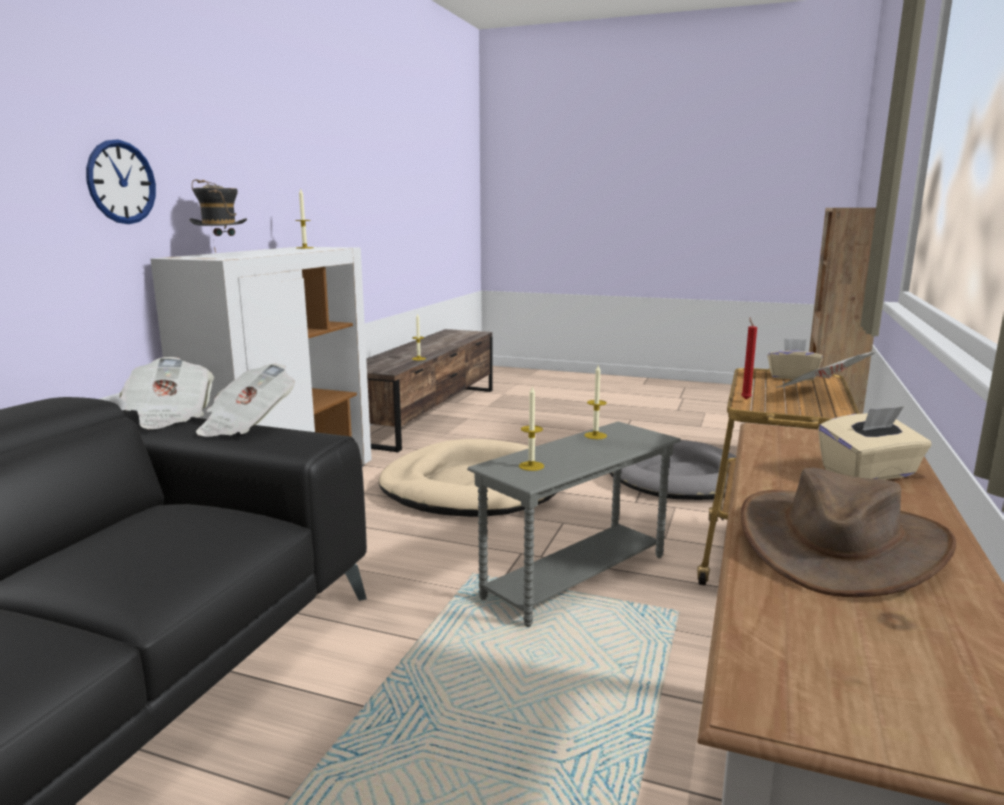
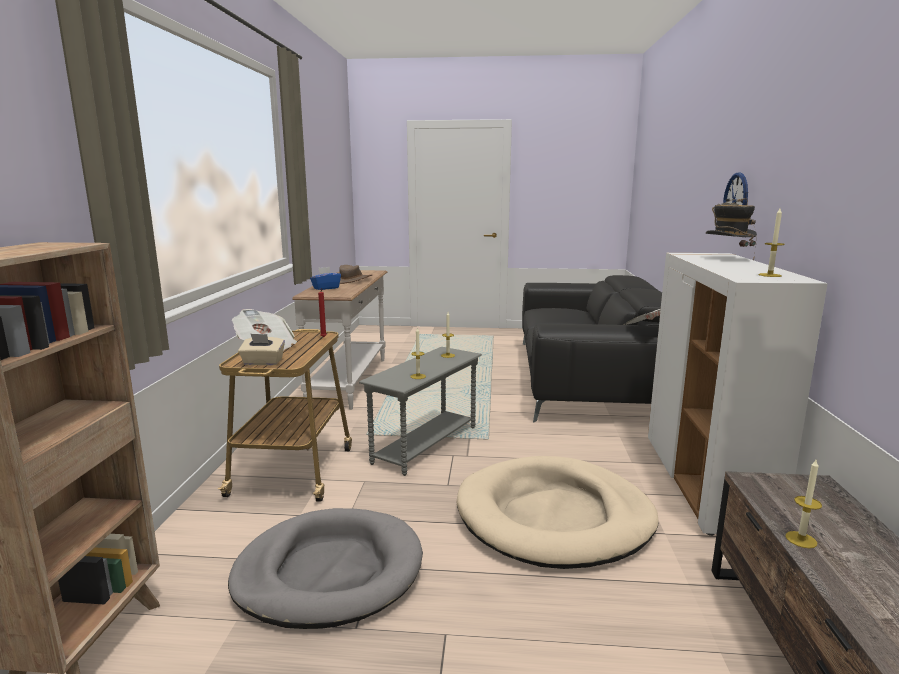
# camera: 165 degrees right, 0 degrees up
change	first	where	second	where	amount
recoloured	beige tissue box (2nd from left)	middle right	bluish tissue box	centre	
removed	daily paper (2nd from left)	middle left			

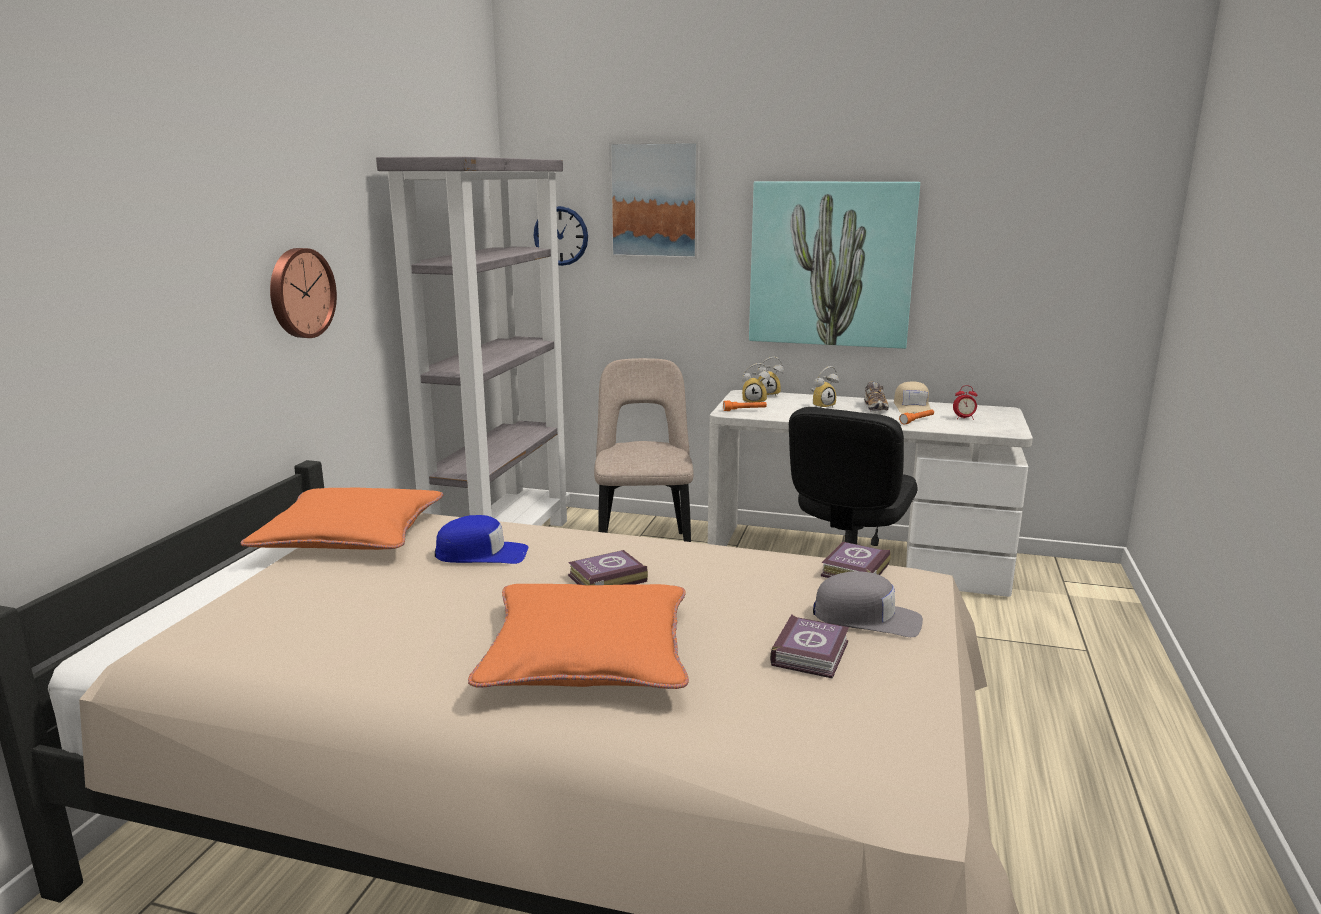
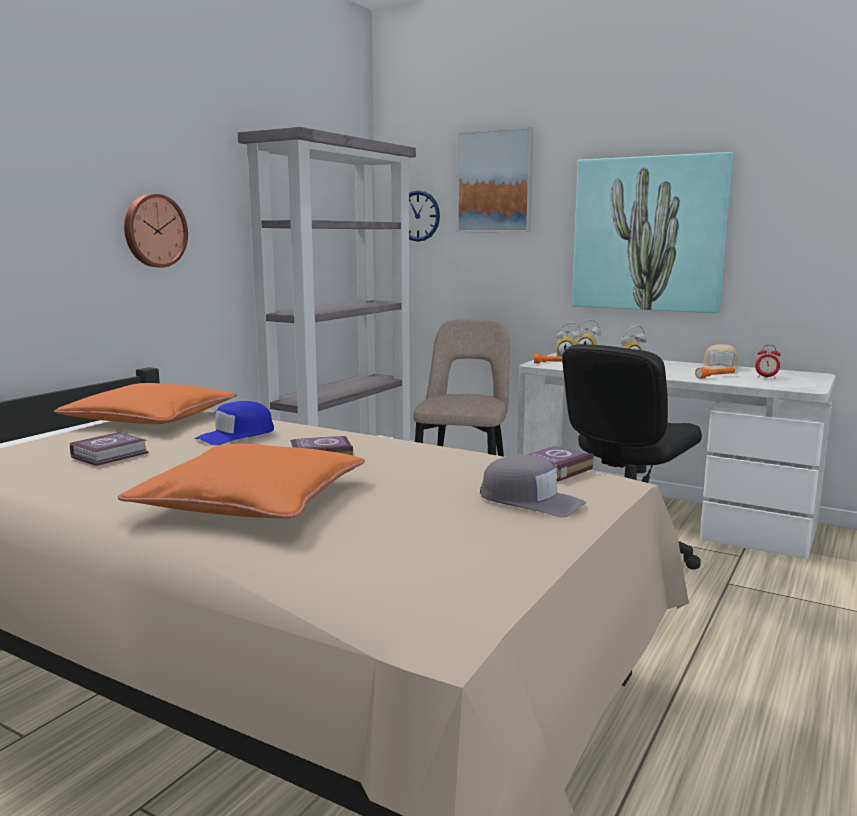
# camera: 15 degrees right, 5 degrees down
change	first	where	second	where	amount
moved	bound book (2nd from left in the first image)	bottom centre	bound book (1st from left)	middle left	
turned	bluish baseball cap	centre		middle left	120 degrees clockwise
removed	low shoe	centre			

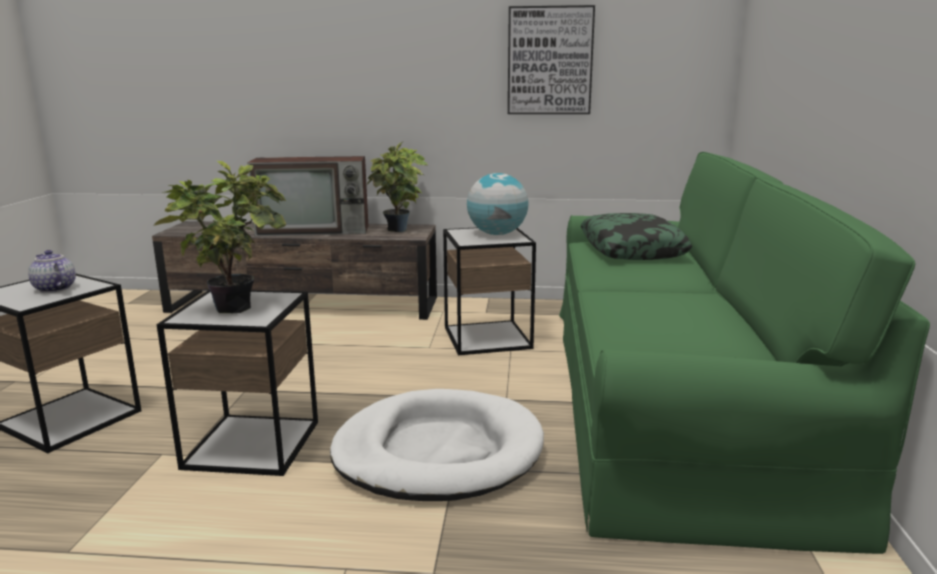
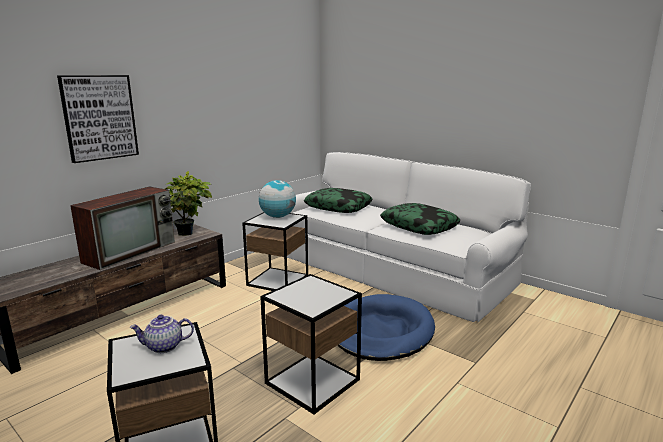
# camera: 55 degrees left, 0 degrees up
change	first	where	second	where	amount
moved	wall picture	top centre		top left	
recoloured	greenish settee	middle right	white settee	centre	
recoloured	white dog cushion	bottom centre	bluish dog cushion	bottom centre	
added			throw pillow (2nd from left)	centre	
removed	potted plant (1st from left)	middle left			

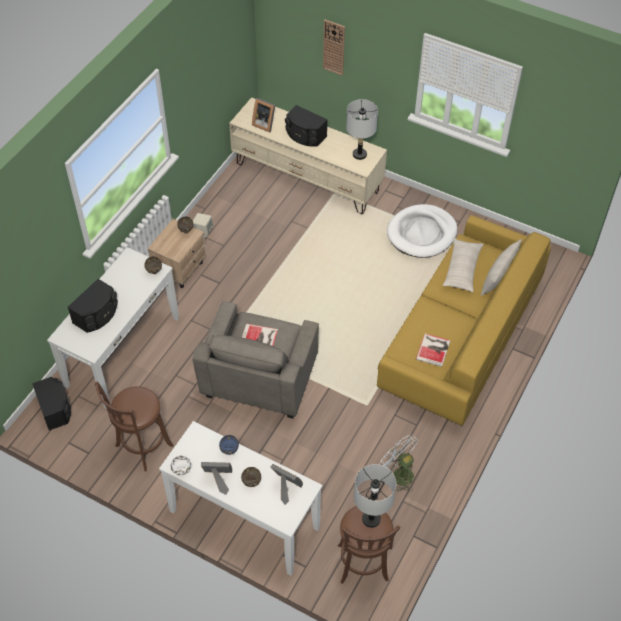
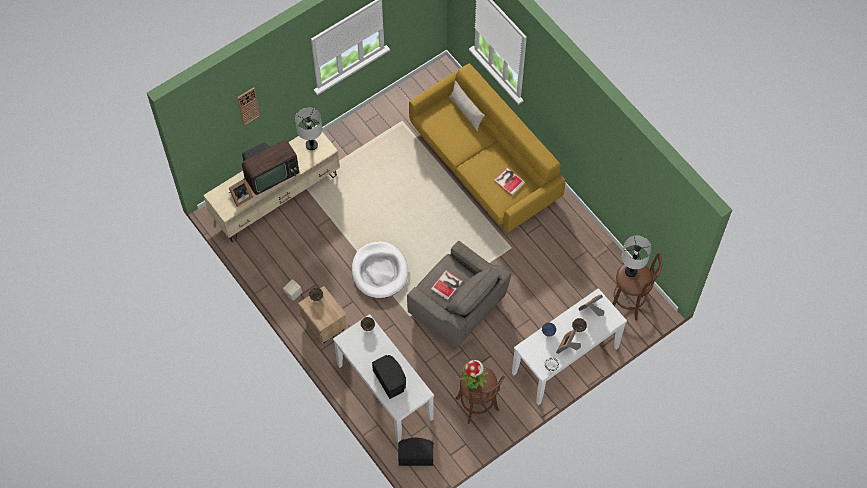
# camera: 65 degrees left, 10 degrees up
change	first	where	second	where	amount
replaced	blackish audio speaker (3rd from left)	top centre	television	middle left	
moved	white dog cushion	middle right		centre	
added			potted plant	bottom centre	
removed	white electric fan	bottom centre			
removed	beige throw pillow (1st from left)	middle right			

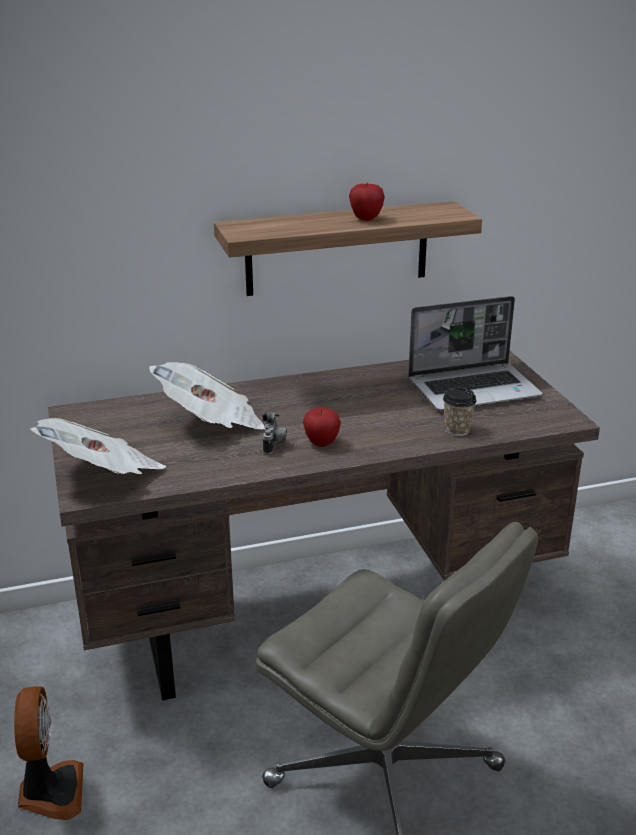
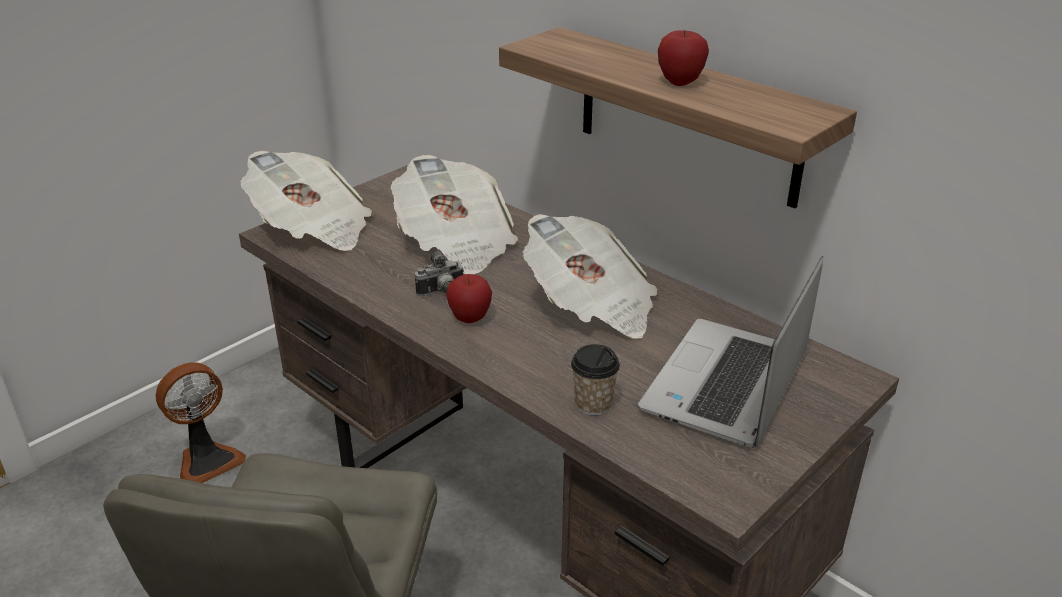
# camera: 60 degrees right, 5 degrees up
change	first	where	second	where	amount
added			daily paper (3rd from left)	centre	
turned	laptop	middle right		middle right	75 degrees clockwise

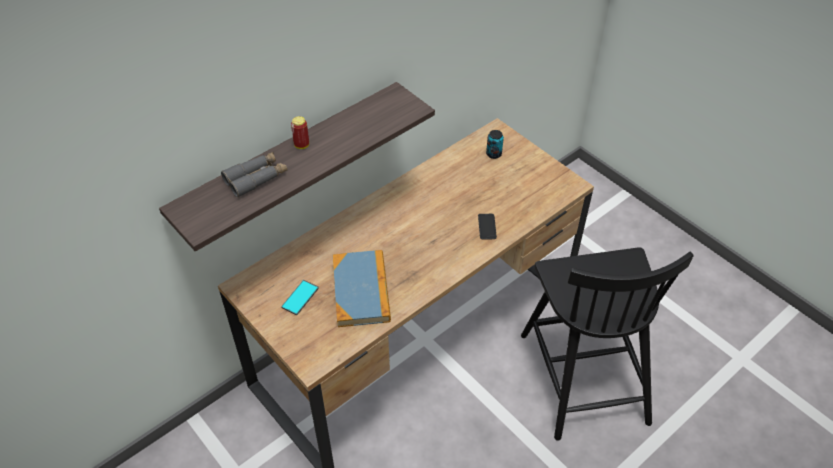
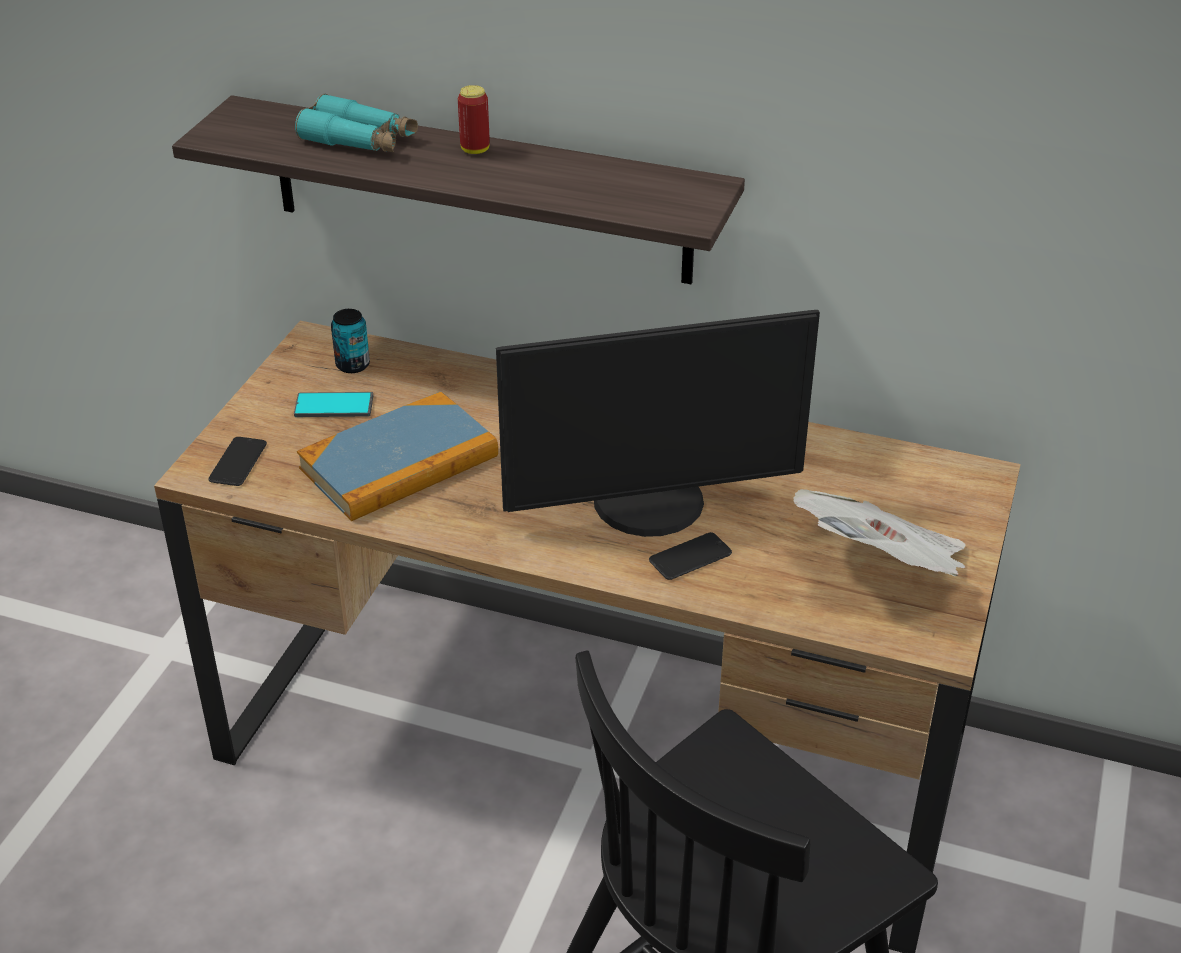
# camera: 60 degrees right, 10 degrees down
change	first	where	second	where	amount
added			telephone (1st from left)	middle left	
recoloured	gray field glasses	middle left	turquoise field glasses	top left	
moved	sealed can (2nd from left in the first image)	top centre	sealed can (1st from left)	middle left	
added			monitor	centre	
added			daily paper	middle right	

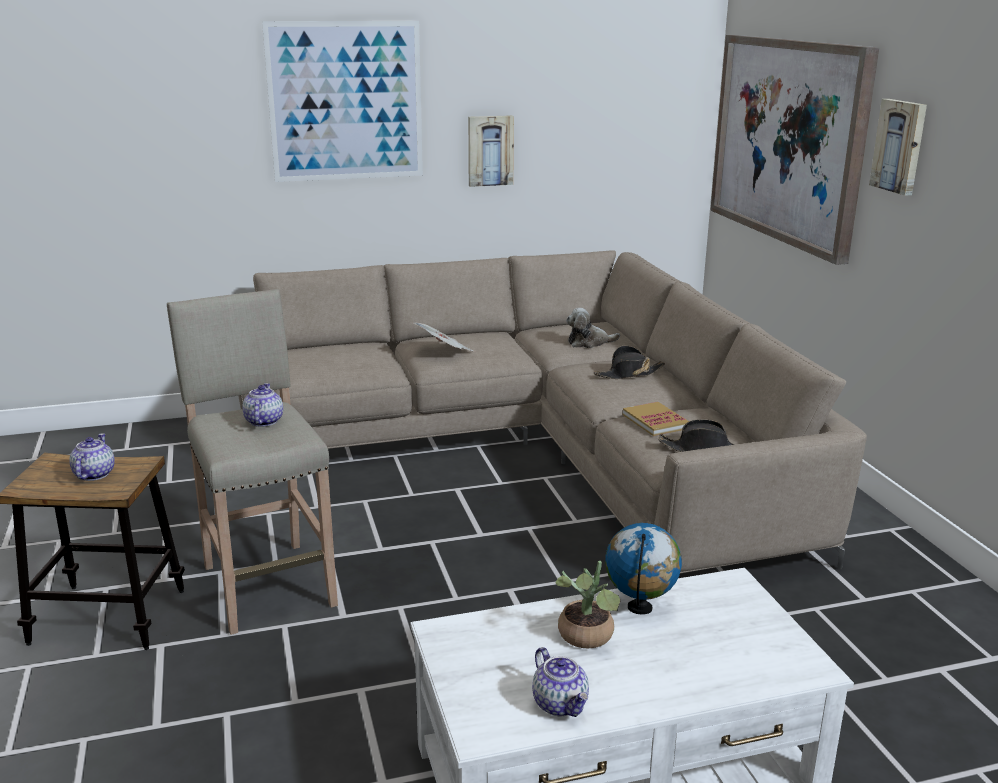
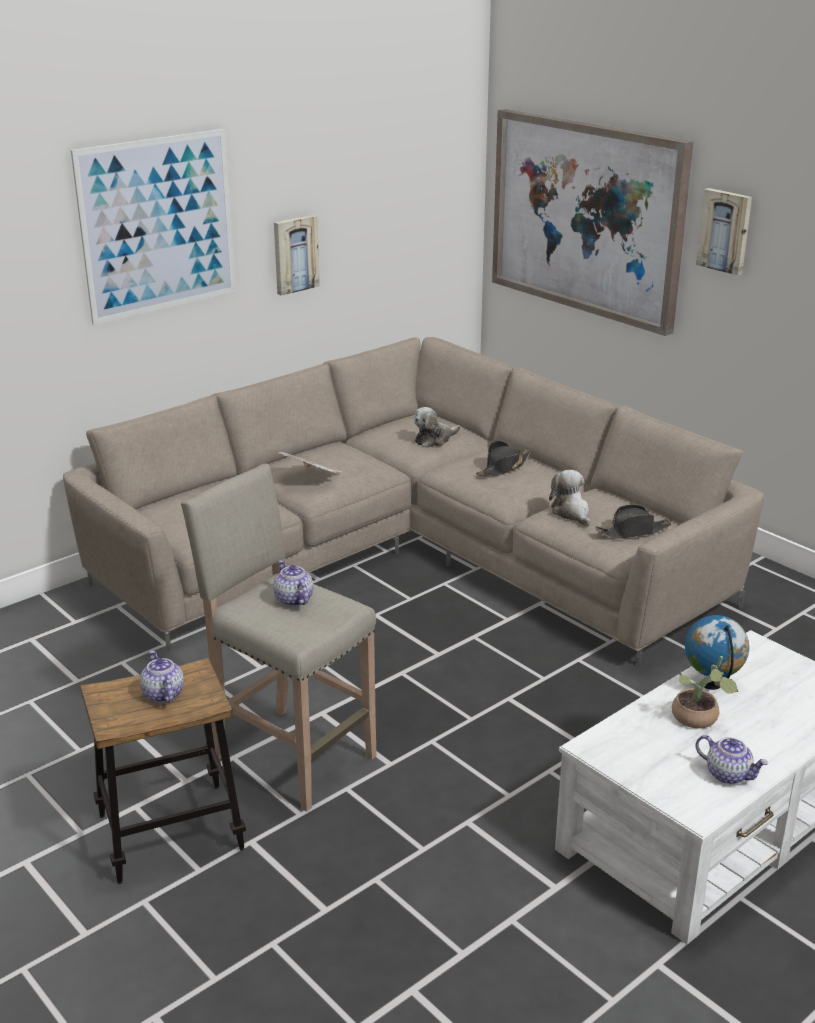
# camera: 25 degrees left, 5 degrees up
change	first	where	second	where	amount
replaced	bound book	centre	soft toy (2nd from left)	middle right	

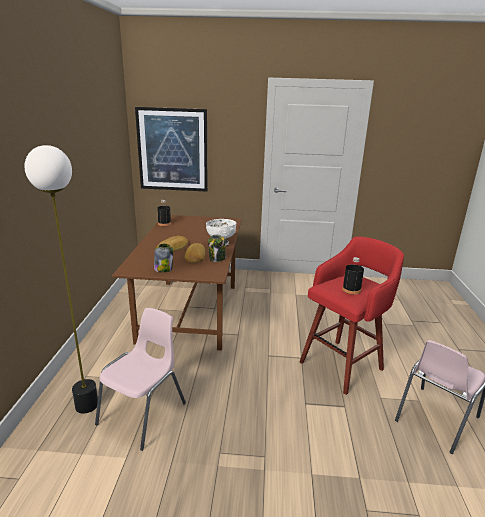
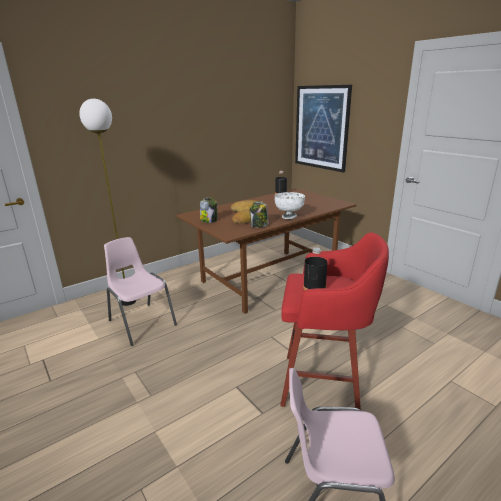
# camera: 50 degrees right, 0 degrees up
change	first	where	second	where	amount
turned	pinkish upright chair (1st from left)	bottom left		middle left	120 degrees counterclockwise

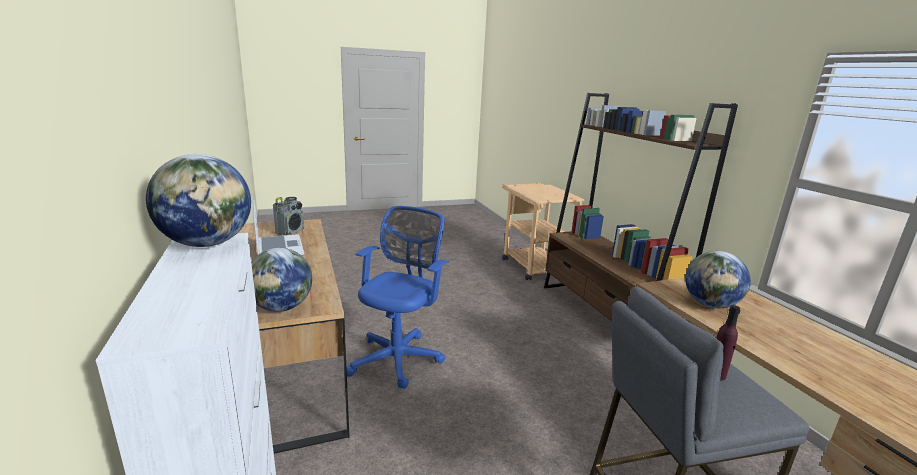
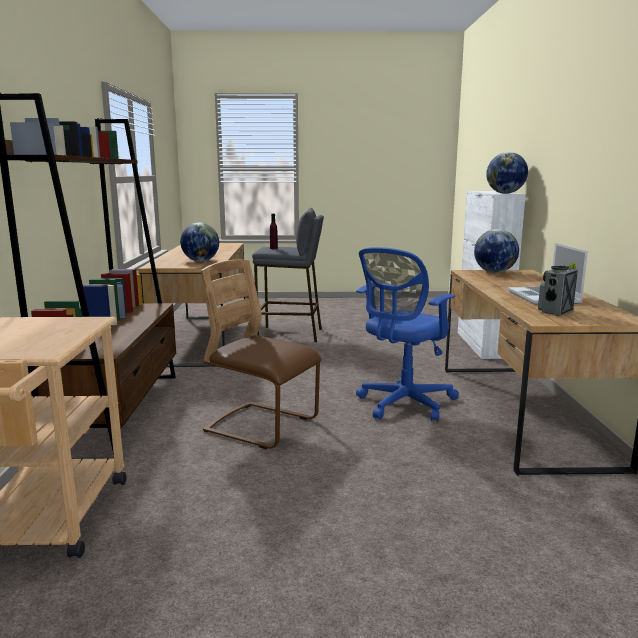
# camera: 160 degrees left, 5 degrees down
change	first	where	second	where	amount
added			brown-coloured upright chair	centre	

